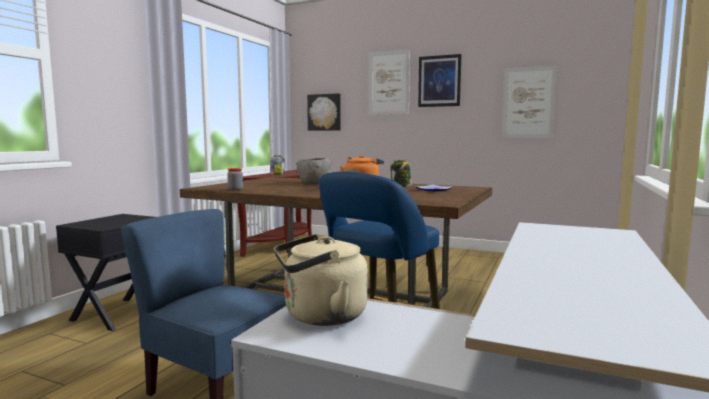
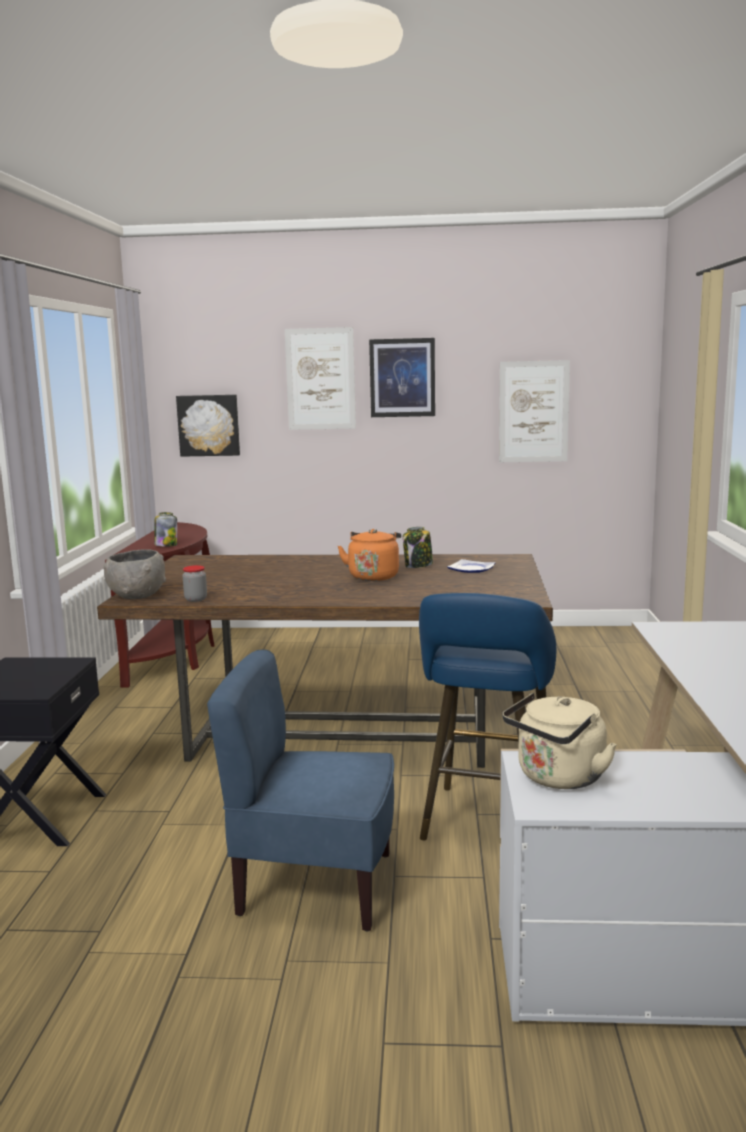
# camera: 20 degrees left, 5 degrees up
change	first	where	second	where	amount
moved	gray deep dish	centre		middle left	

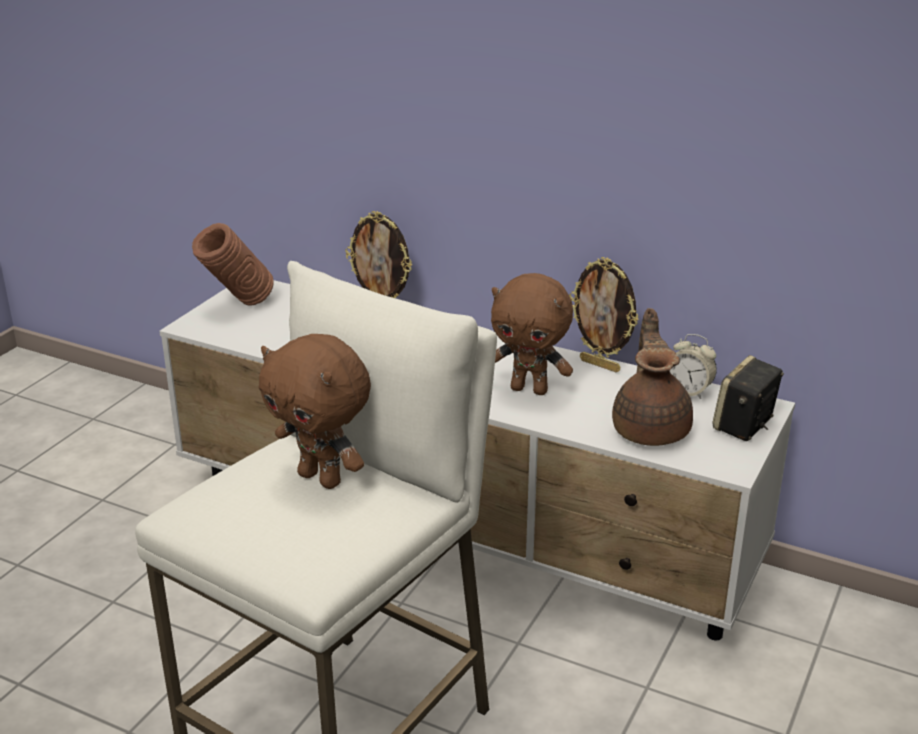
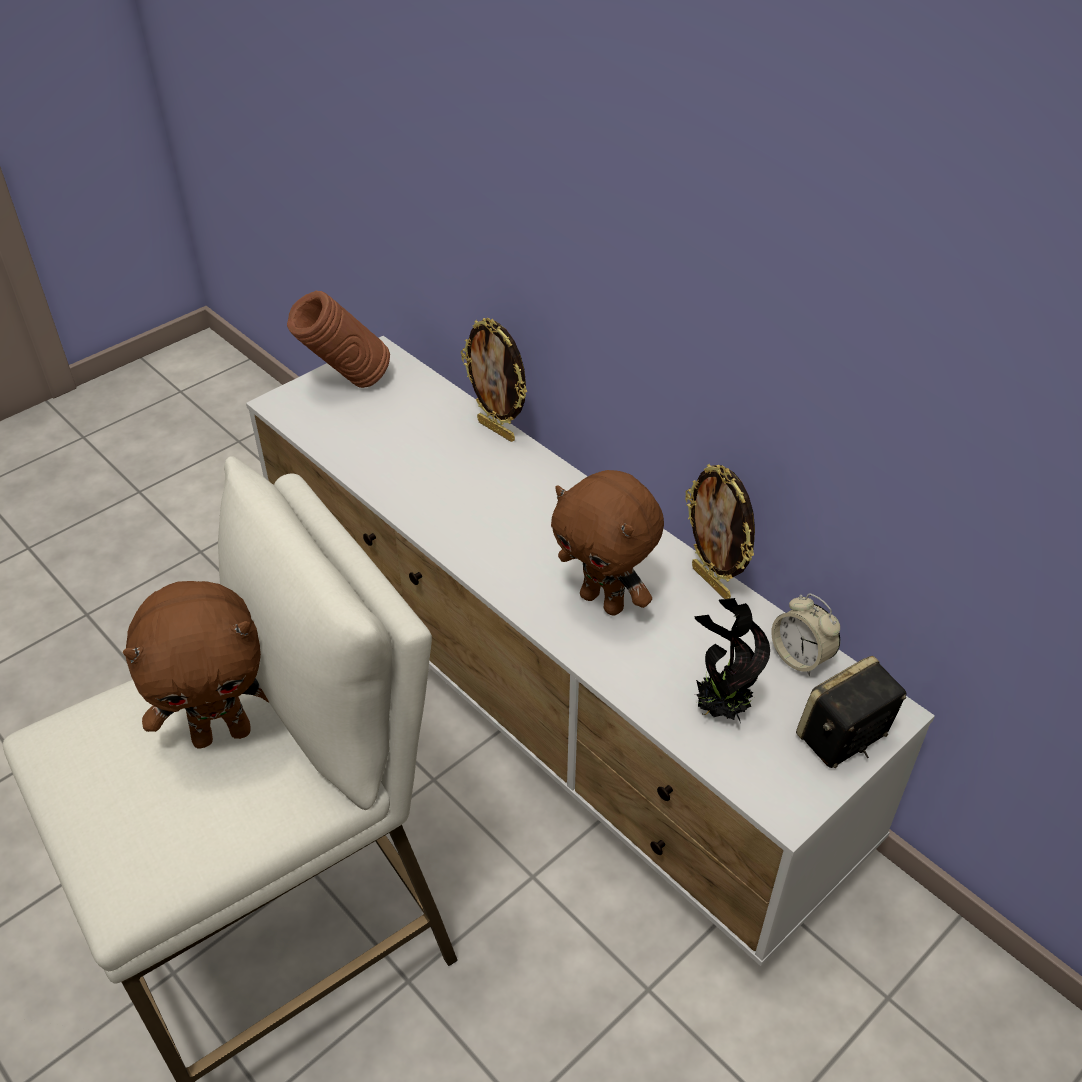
# camera: 20 degrees right, 15 degrees up
change	first	where	second	where	amount
turned	brown-coloured soft toy (1st from left)	centre		middle left	75 degrees counterclockwise
replaced	brown-coloured tea pot	middle right	potted plant	middle right	

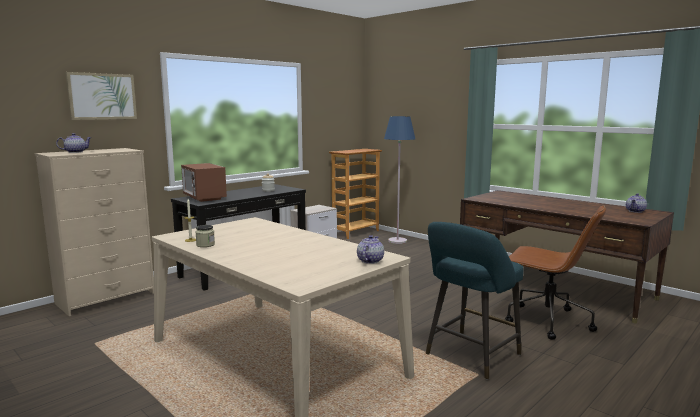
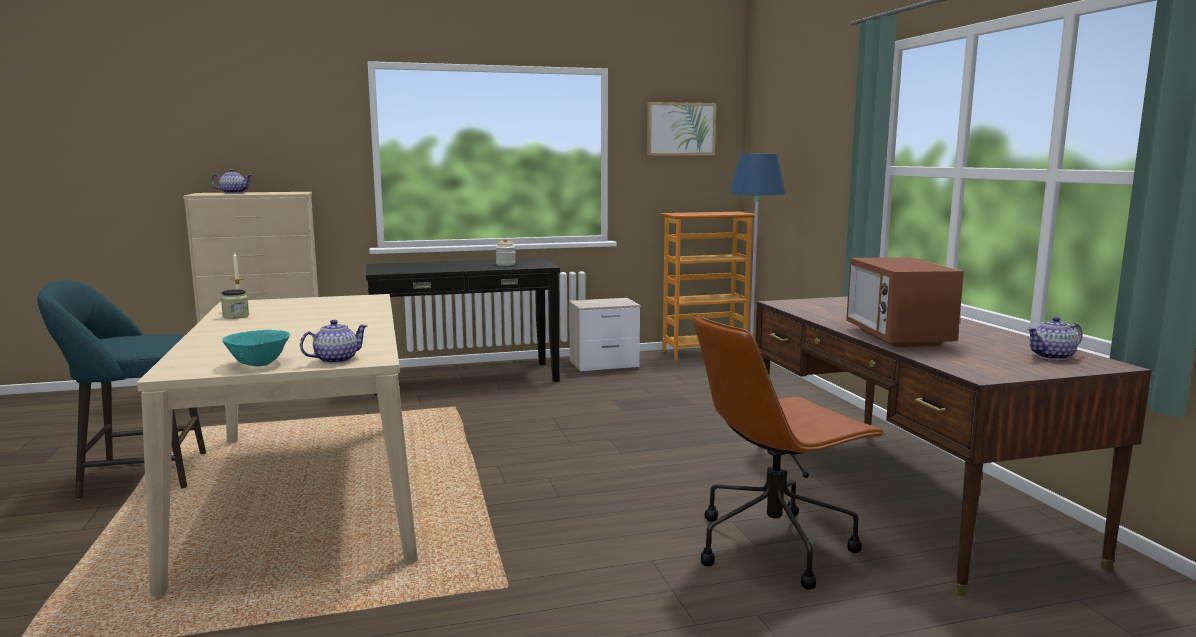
# camera: 30 degrees right, 0 degrees up
change	first	where	second	where	amount
moved	turquoise stool	bottom right		middle left	
added			turquoise deep dish	middle left	
moved	wall picture	top left		top centre	
turned	brown-coloured office chair	middle right		bottom centre	90 degrees clockwise
moved	kitchen microwave	middle left		middle right	

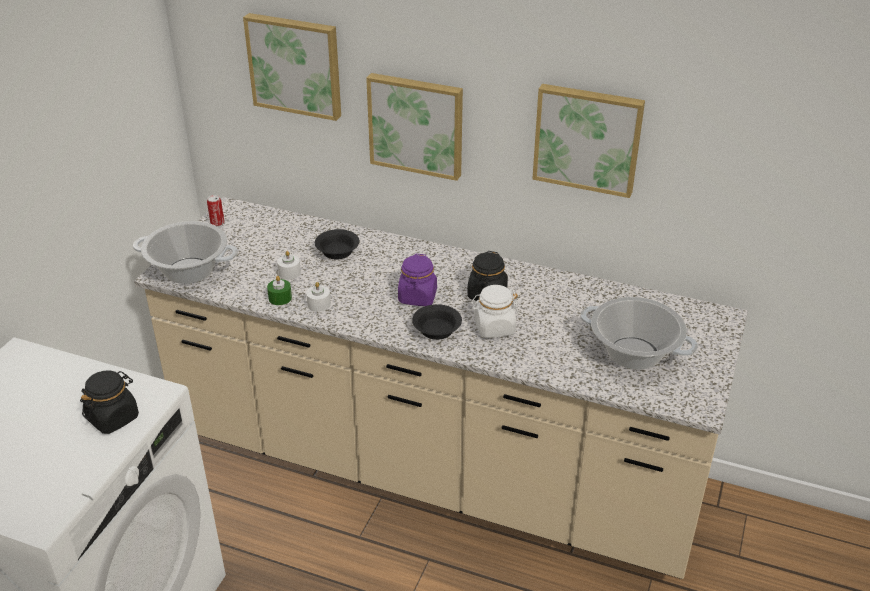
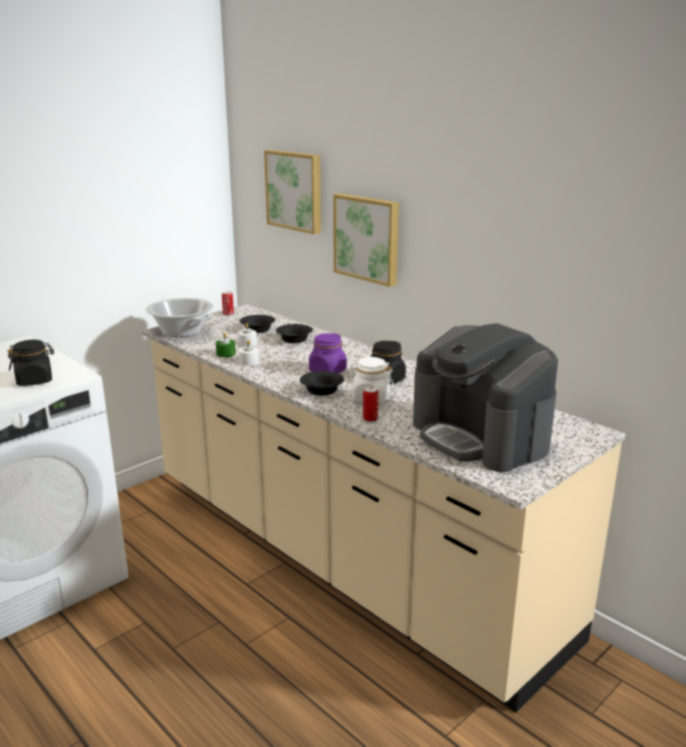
# camera: 25 degrees right, 15 degrees down
change	first	where	second	where	amount
added			blackish deep dish (1st from left)	centre	
added			sealed can (2nd from left)	centre	
replaced	saucepot (2nd from left)	middle right	coffee maker	middle right	
removed	wall picture (3rd from left)	top right			

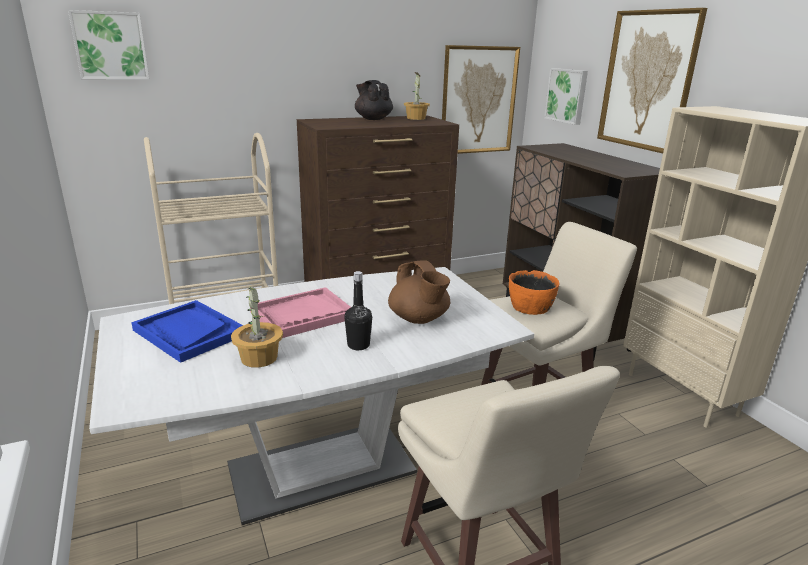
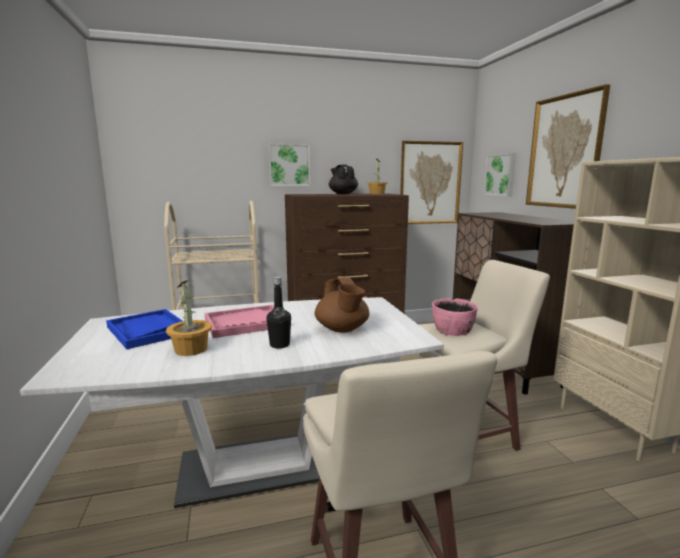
# camera: 10 degrees right, 10 degrees down
change	first	where	second	where	amount
moved	wall picture (1st from left)	top left		top centre	
recoloured	orange-coloured deep dish	centre	pinkish deep dish	middle right	

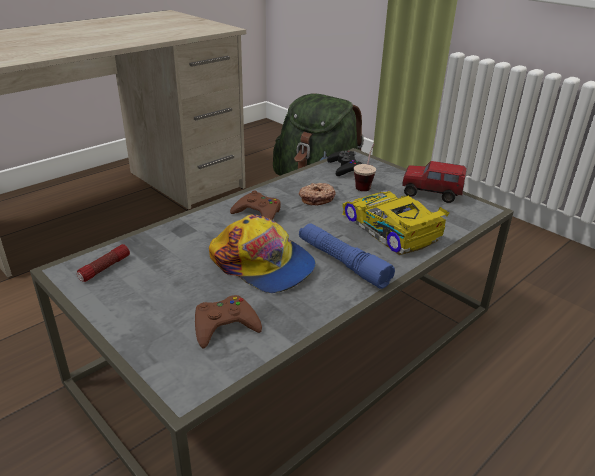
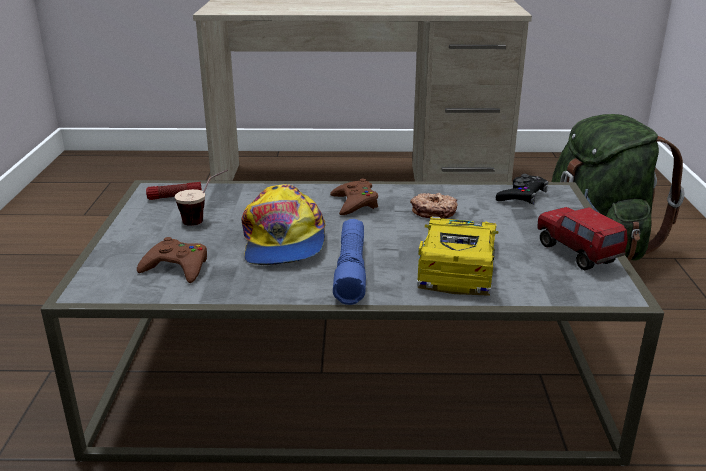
# camera: 45 degrees right, 5 degrees down
change	first	where	second	where	amount
moved	drinking cup	centre		middle left	

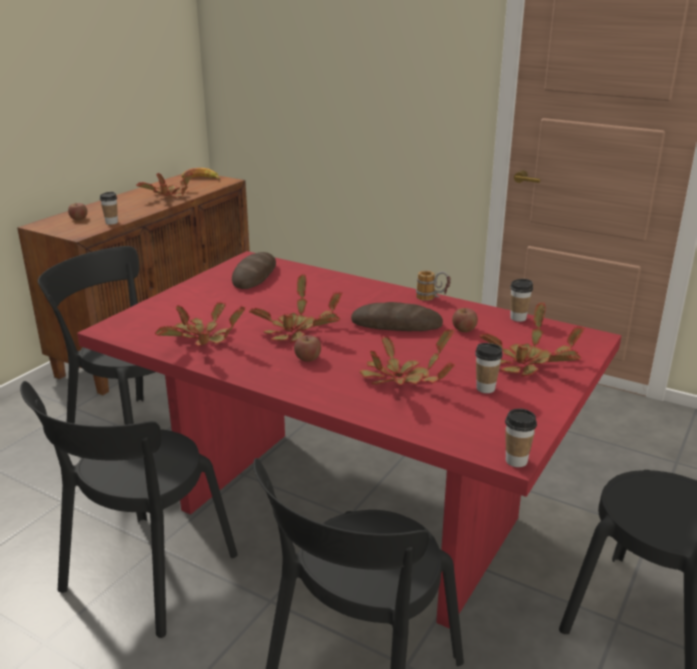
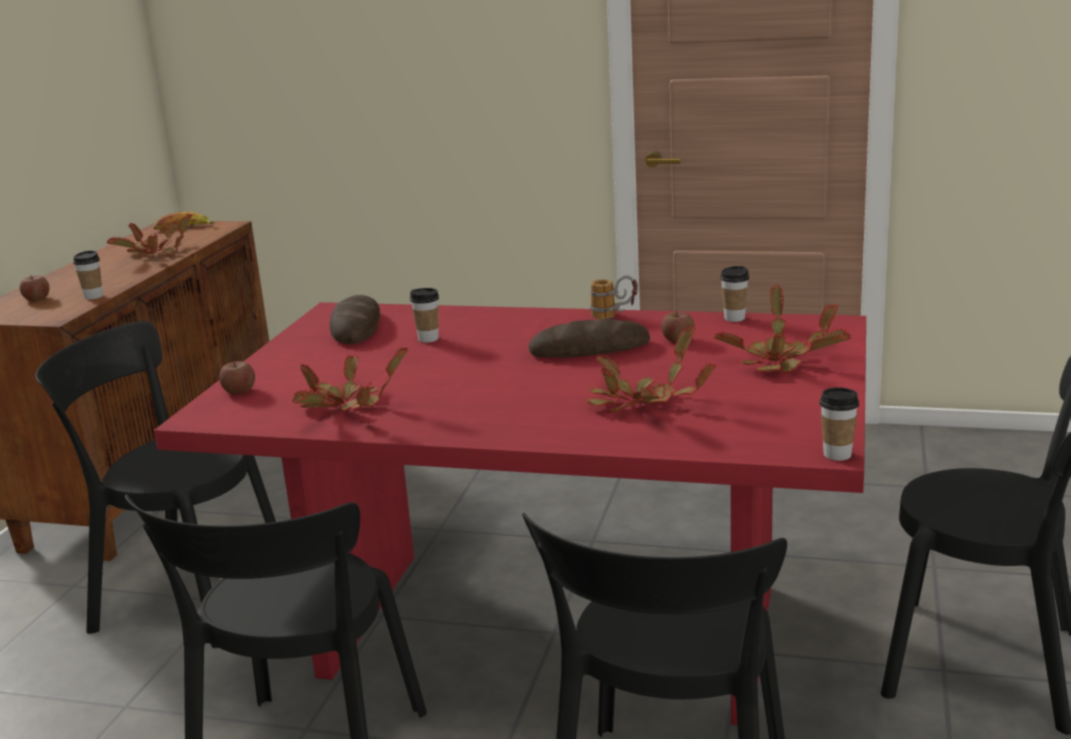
# camera: 15 degrees left, 5 degrees down
change	first	where	second	where	amount
moved	whole apple (2nd from left)	centre		middle left	
moved	drinking cup (2nd from left)	middle right		centre	
removed	potted plant (3rd from left)	centre			

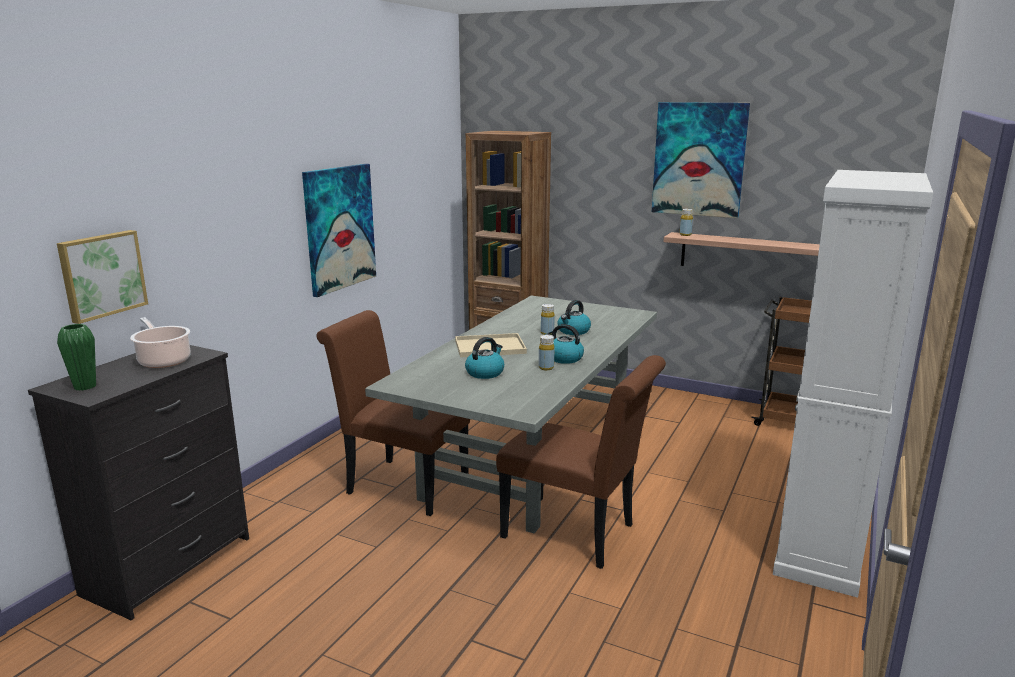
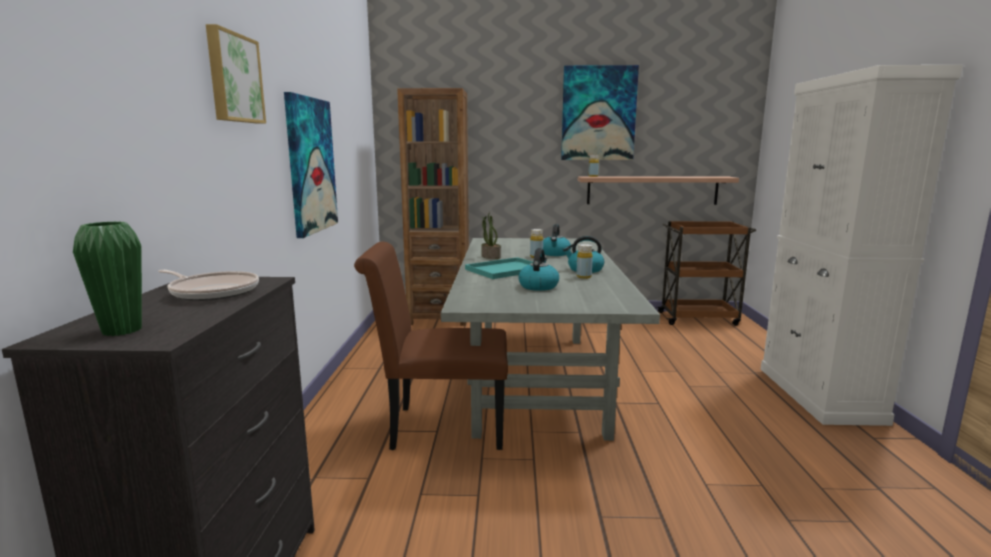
# camera: 25 degrees left, 5 degrees down
change	first	where	second	where	amount
replaced	saucepot	middle left	frying pan	middle left	
moved	wall picture (1st from left)	middle left		top left	
recoloured	beige serving tray	centre	turquoise serving tray	centre	
added			potted plant	centre	
removed	brown-coloured upright chair (2nd from left)	bottom centre			

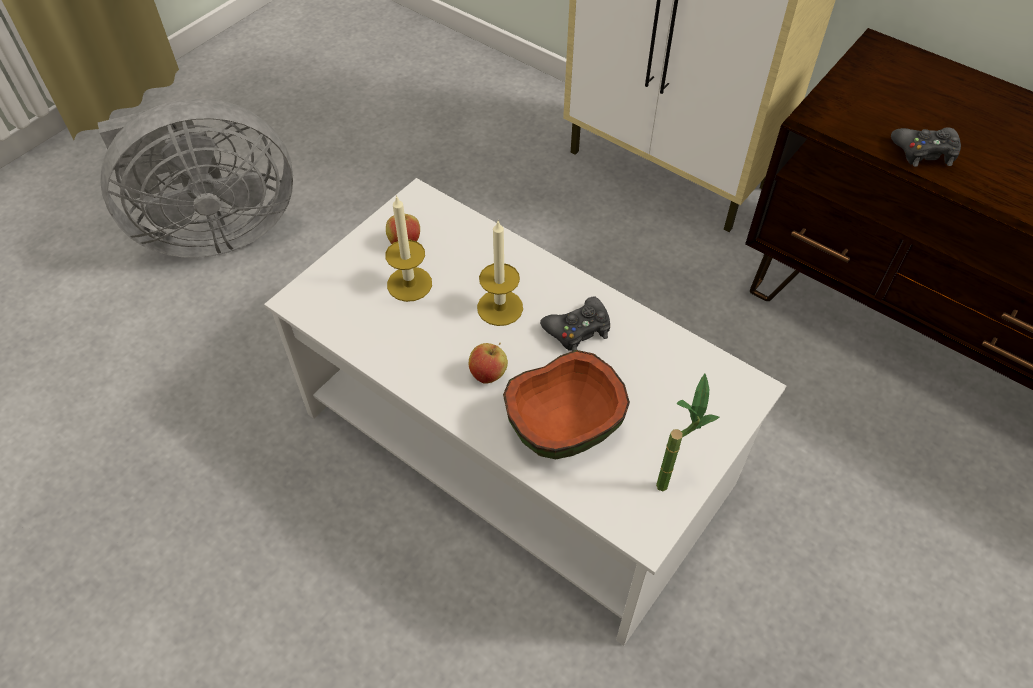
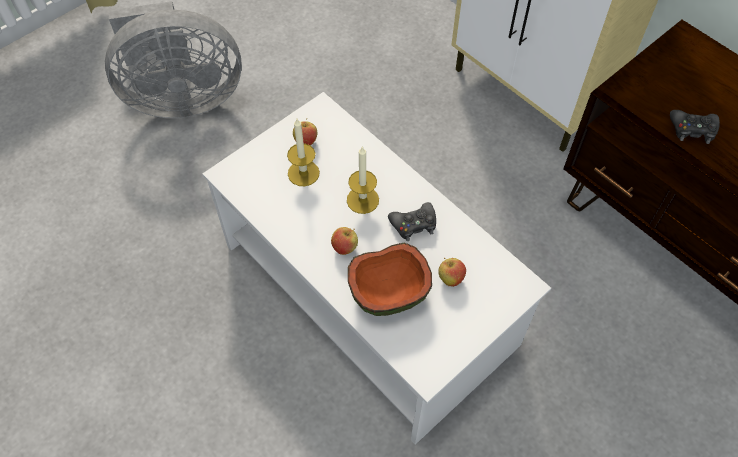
# camera: 10 degrees right, 5 degrees up
change	first	where	second	where	amount
added			whole apple (3rd from left)	centre	
removed	potted plant	centre			

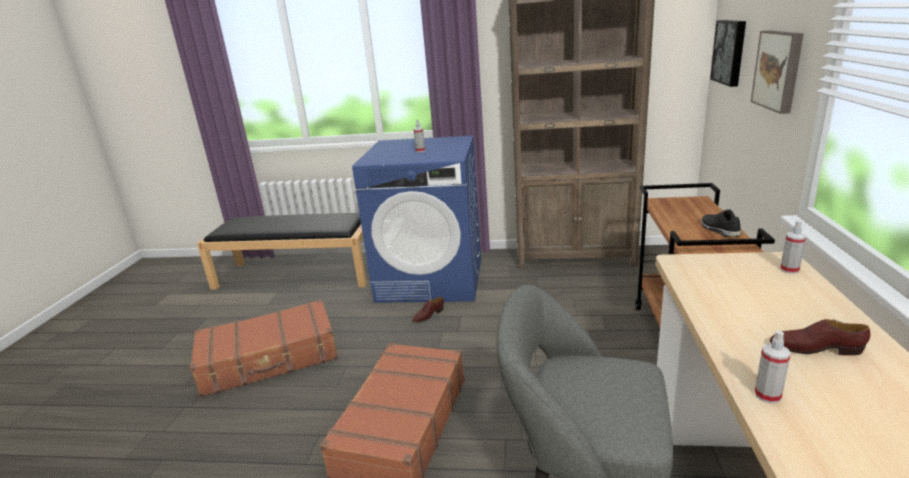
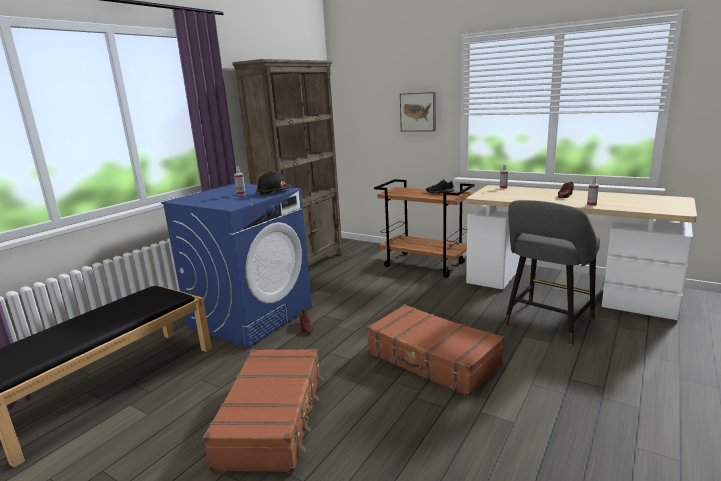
# camera: 65 degrees left, 5 degrees down
change	first	where	second	where	amount
added			blackish safety helmet	centre	
removed	wall picture (1st from left)	top right			

